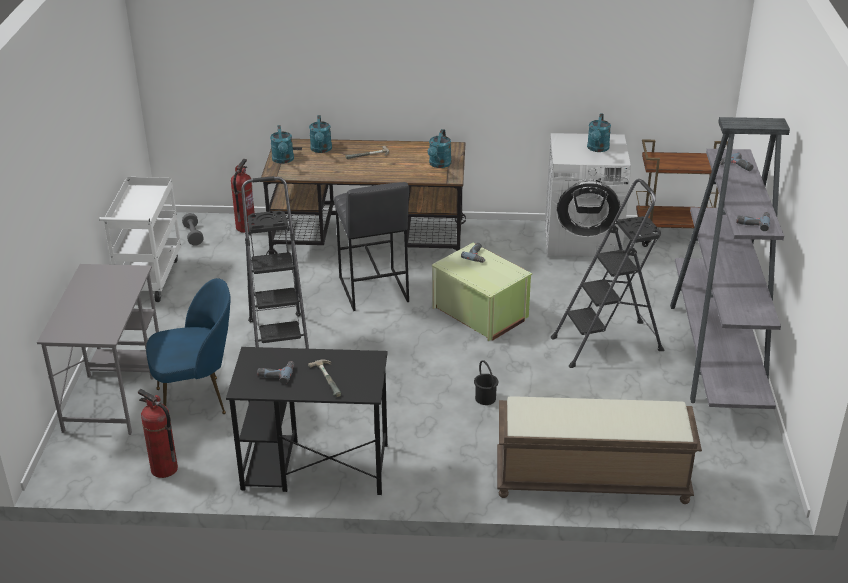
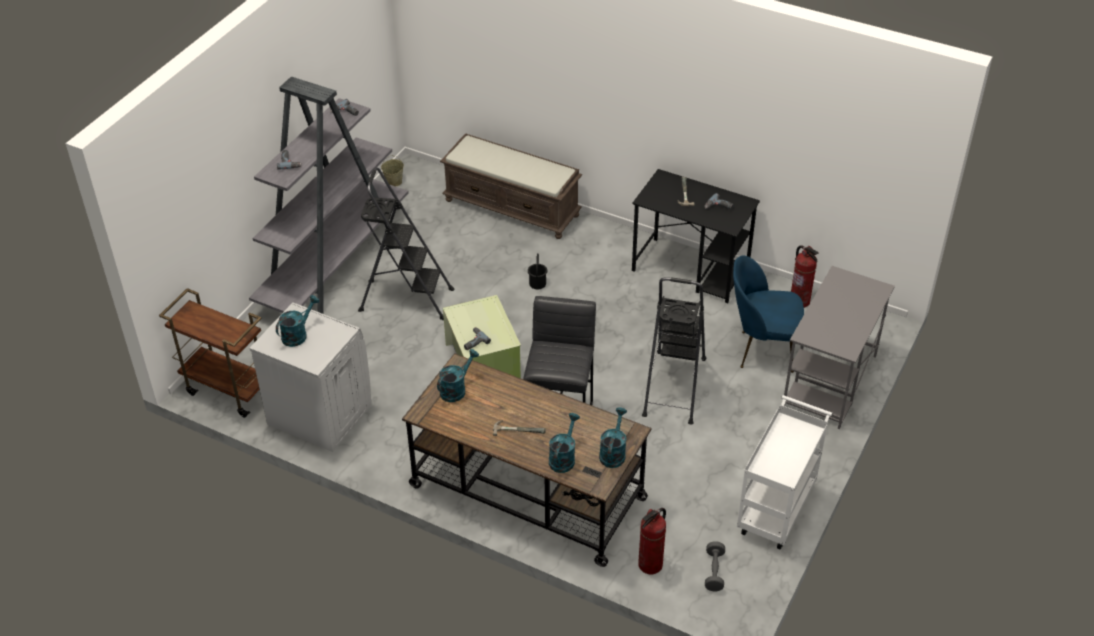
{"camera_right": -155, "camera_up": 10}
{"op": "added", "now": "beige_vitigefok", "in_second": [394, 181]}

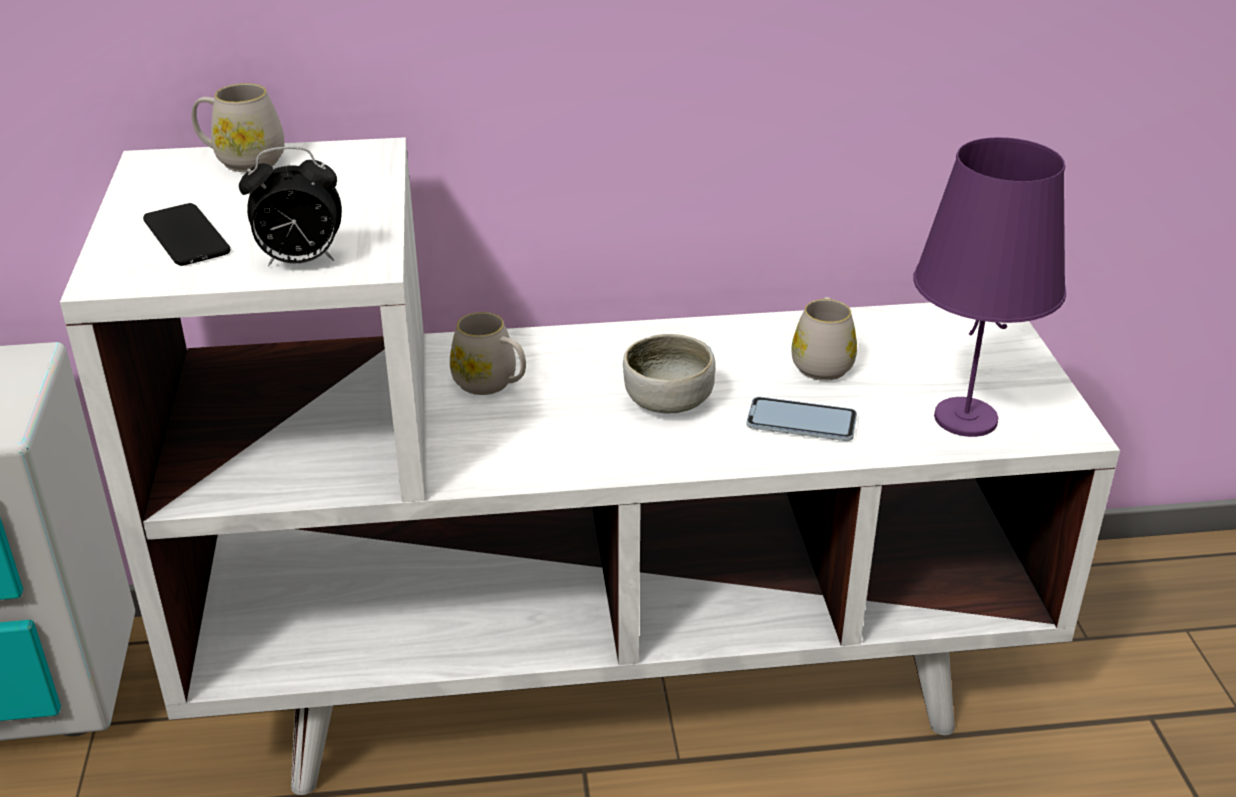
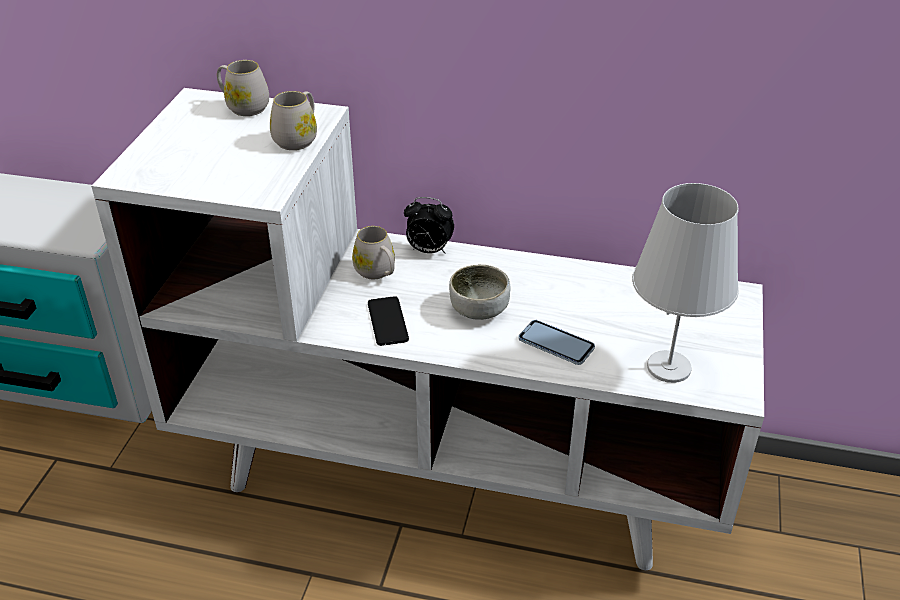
{"camera_right": 20, "camera_up": 5}
{"op": "recoloured", "was": "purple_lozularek", "now": "white_lozularek", "in_first": [966, 418], "in_second": [669, 367]}
{"op": "moved", "was": "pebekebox", "in_first": [299, 262], "in_second": [428, 250]}
{"op": "moved", "was": "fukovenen", "in_first": [186, 236], "in_second": [387, 321]}
{"op": "moved", "was": "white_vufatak", "in_first": [822, 362], "in_second": [298, 138]}

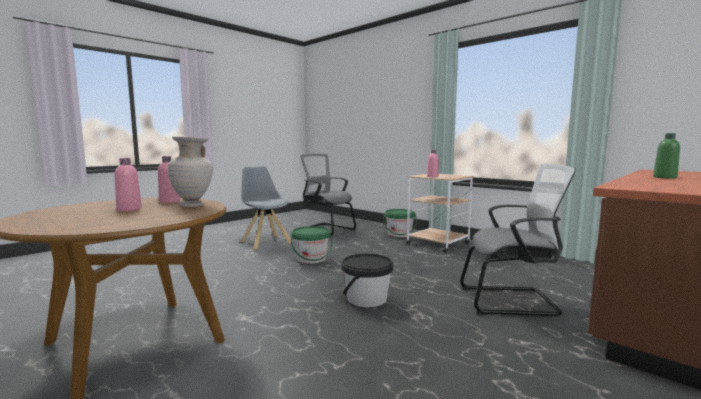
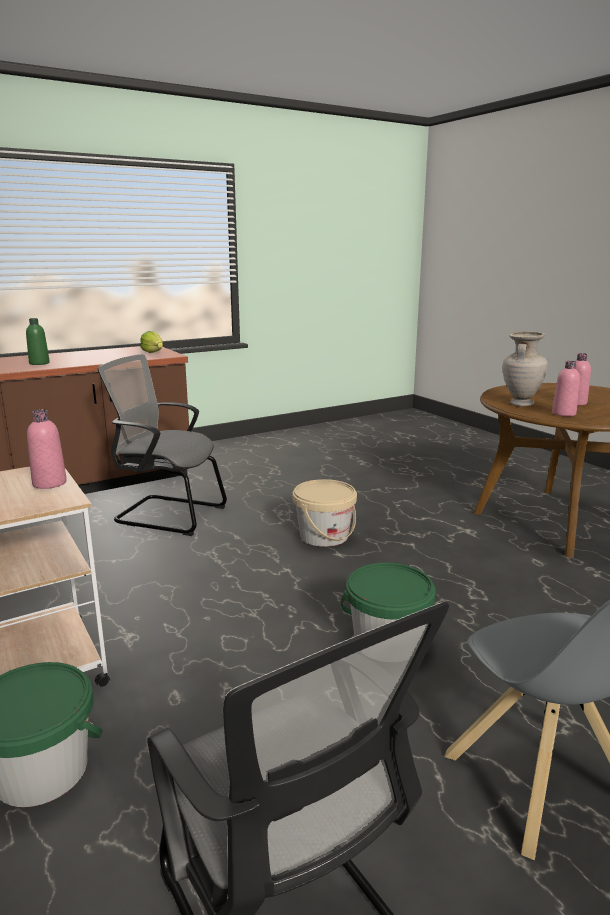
{"camera_right": -165, "camera_up": 10}
{"op": "recoloured", "was": "black_vitigefok", "now": "beige_vitigefok", "in_first": [366, 299], "in_second": [324, 536]}
{"op": "added", "now": "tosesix", "in_second": [153, 353]}

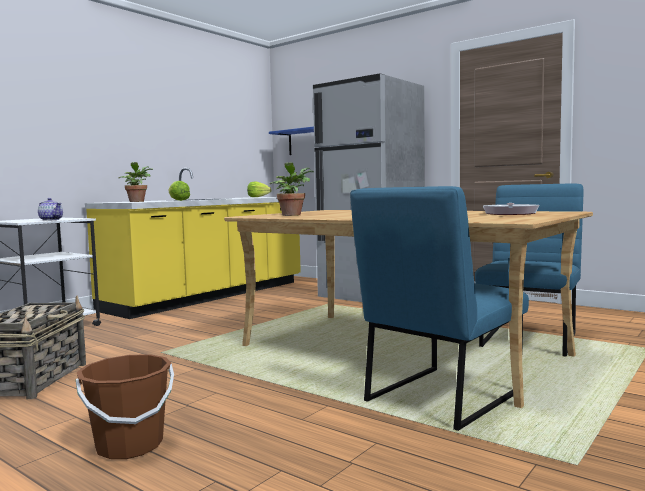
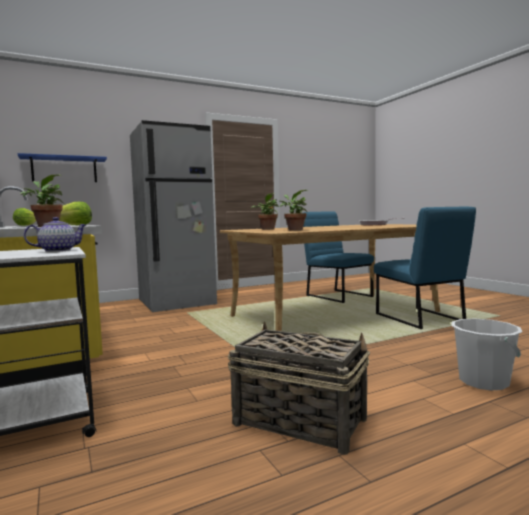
{"camera_right": -65, "camera_up": 0}
{"op": "recoloured", "was": "brown_vitigefok", "now": "white_vitigefok", "in_first": [129, 446], "in_second": [483, 382]}
{"op": "added", "now": "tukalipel", "in_second": [267, 229]}

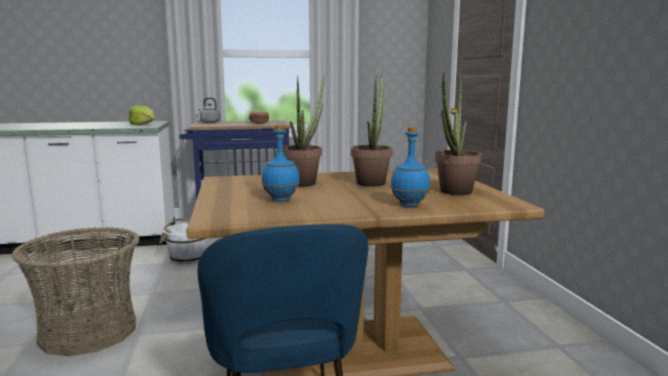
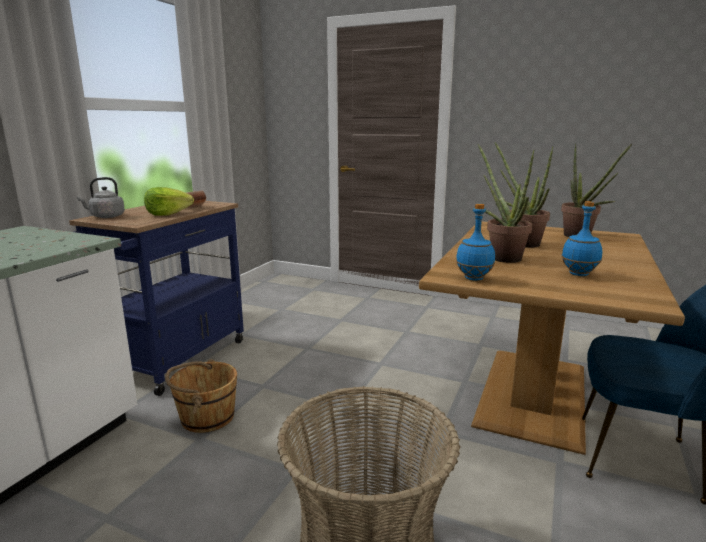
{"camera_right": -55, "camera_up": 5}
{"op": "moved", "was": "tosesix", "in_first": [143, 125], "in_second": [168, 214]}
{"op": "moved", "was": "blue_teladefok", "in_first": [409, 205], "in_second": [473, 278]}
{"op": "recoloured", "was": "white_vitigefok", "now": "brown_vitigefok", "in_first": [188, 257], "in_second": [206, 417]}

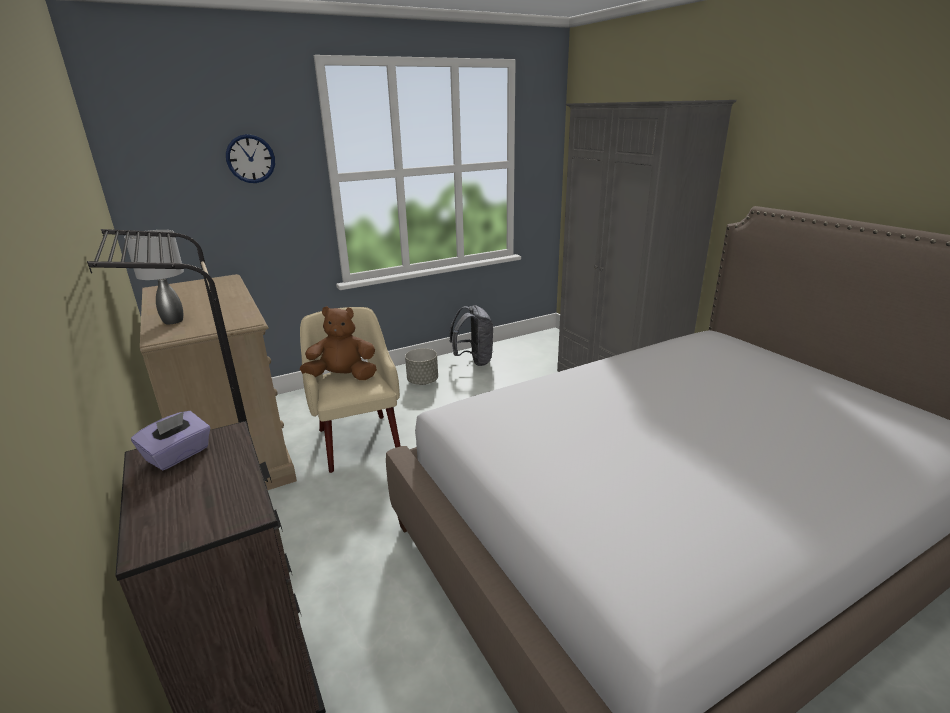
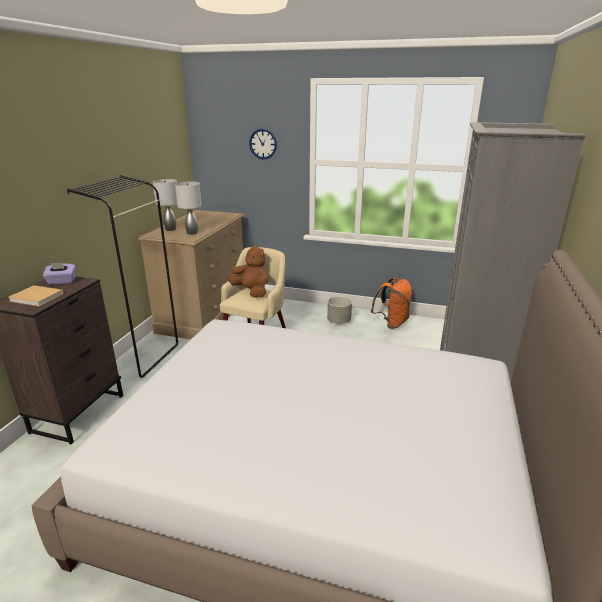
{"camera_right": 45, "camera_up": 0}
{"op": "recoloured", "was": "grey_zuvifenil", "now": "orange_zuvifenil", "in_first": [474, 361], "in_second": [391, 323]}
{"op": "added", "now": "grey_lozularek", "in_second": [192, 233]}
{"op": "added", "now": "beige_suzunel", "in_second": [37, 297]}

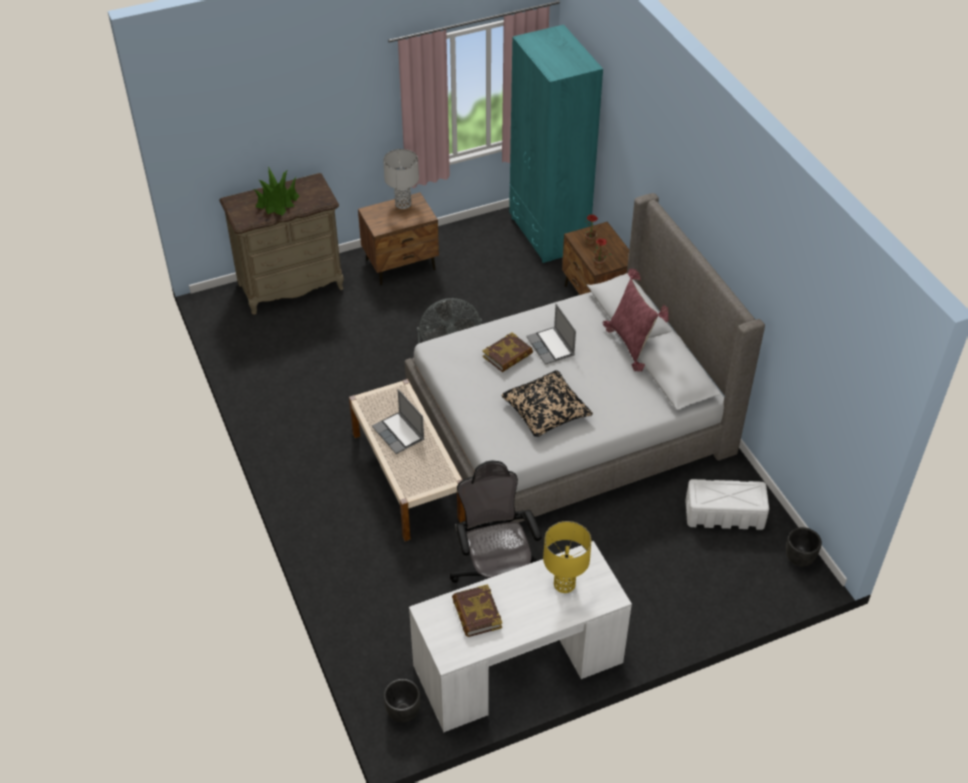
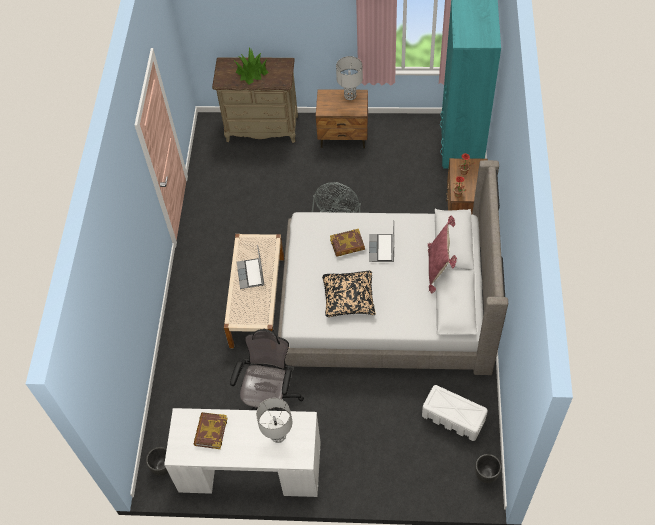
{"camera_right": 30, "camera_up": 10}
{"op": "recoloured", "was": "yellow_lozularek", "now": "white_lozularek", "in_first": [564, 583], "in_second": [278, 435]}

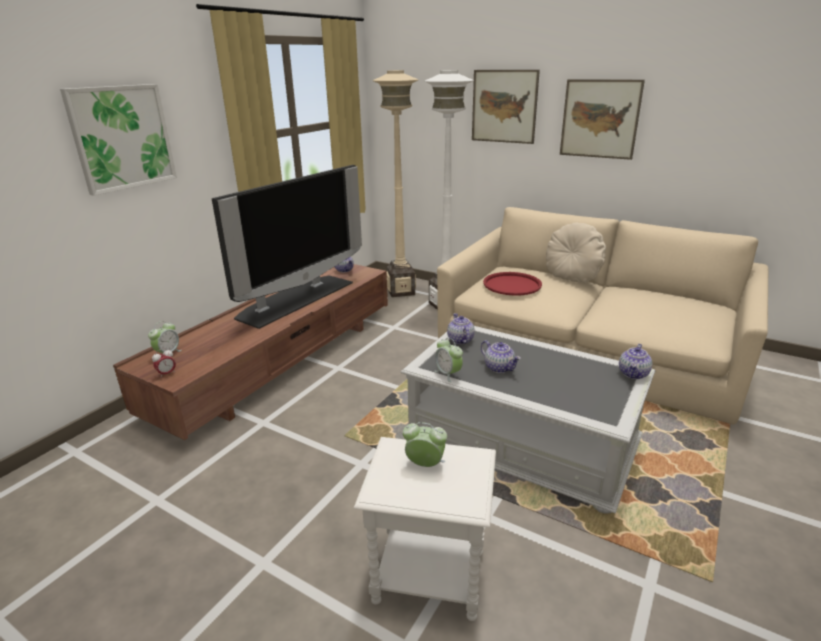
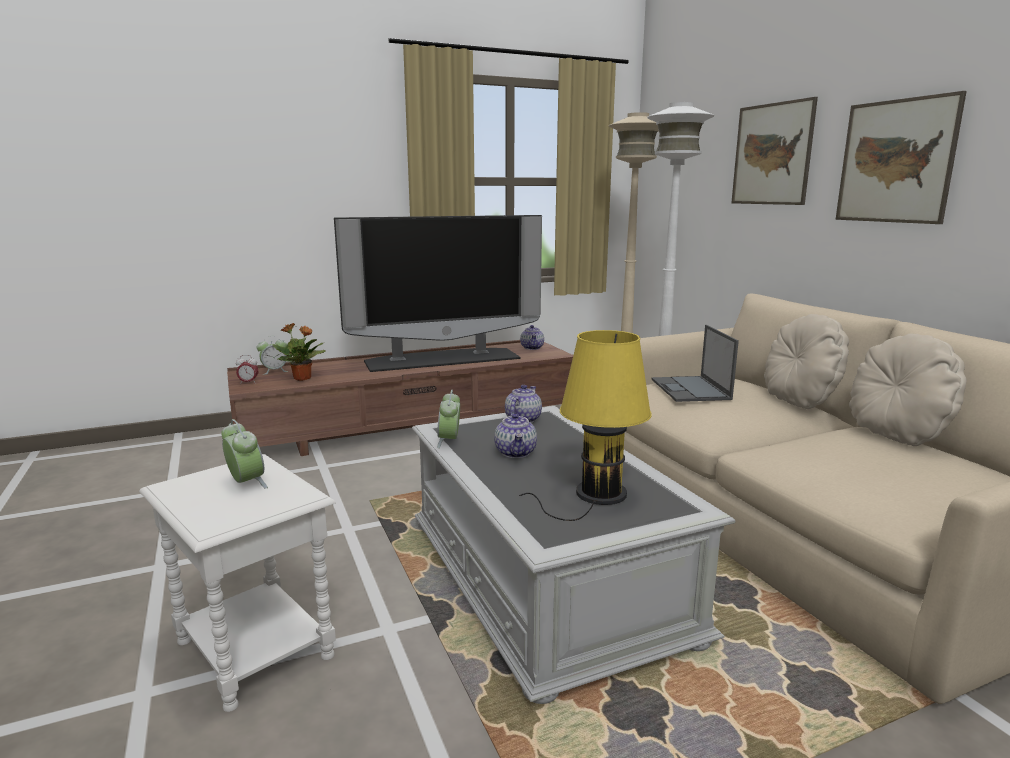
{"camera_right": 35, "camera_up": -10}
{"op": "removed", "was": "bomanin", "in_first": [122, 137]}
{"op": "replaced", "was": "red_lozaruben", "now": "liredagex", "in_first": [512, 284], "in_second": [691, 389]}
{"op": "removed", "was": "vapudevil", "in_first": [633, 374]}
{"op": "added", "now": "tukalipel", "in_second": [302, 378]}
{"op": "added", "now": "yellow_lozularek", "in_second": [596, 495]}
{"op": "added", "now": "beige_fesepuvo", "in_second": [896, 436]}

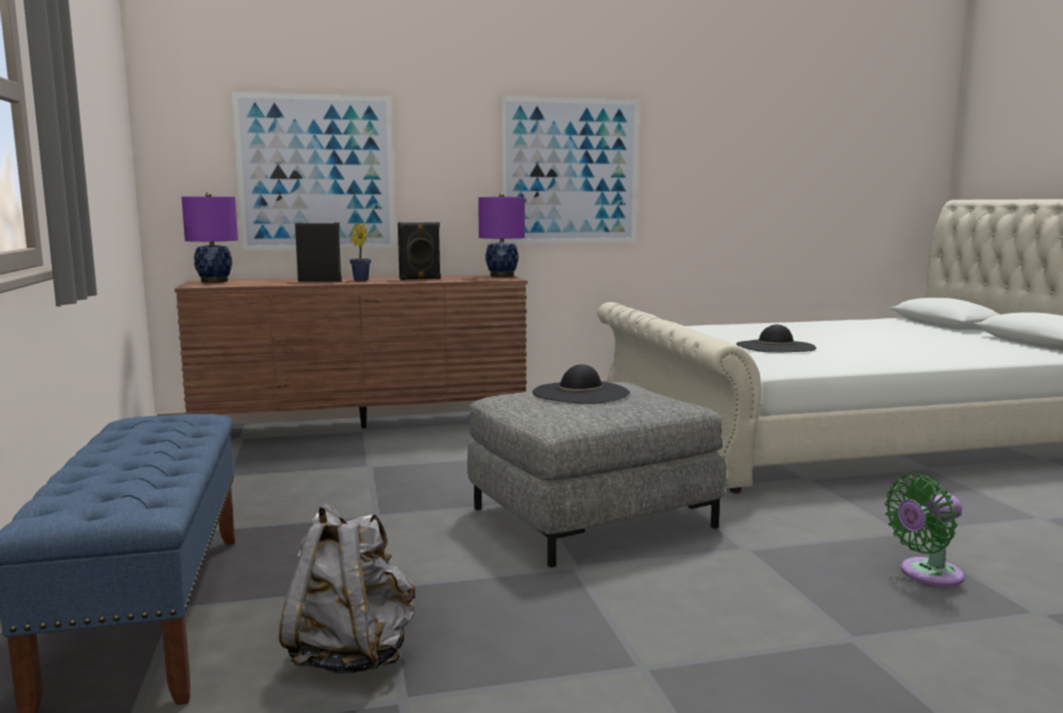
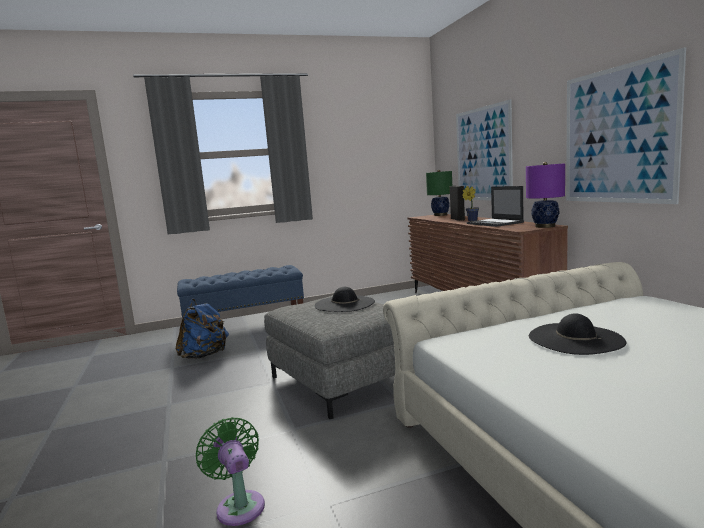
{"camera_right": 85, "camera_up": 0}
{"op": "recoloured", "was": "purple_lozularek", "now": "green_lozularek", "in_first": [214, 281], "in_second": [440, 215]}
{"op": "replaced", "was": "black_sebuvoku", "now": "liredagex", "in_first": [420, 279], "in_second": [495, 223]}
{"op": "recoloured", "was": "grey_zuvifenil", "now": "blue_zuvifenil", "in_first": [352, 655], "in_second": [205, 356]}

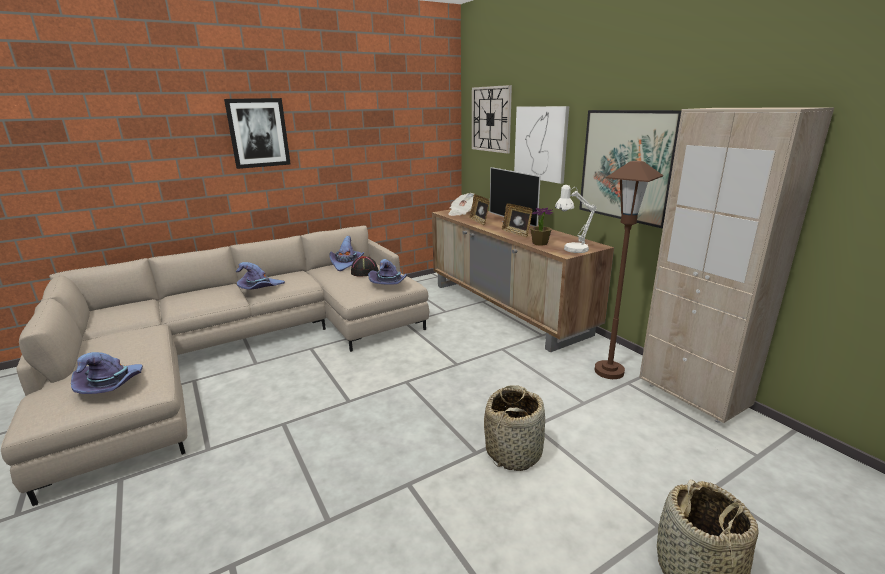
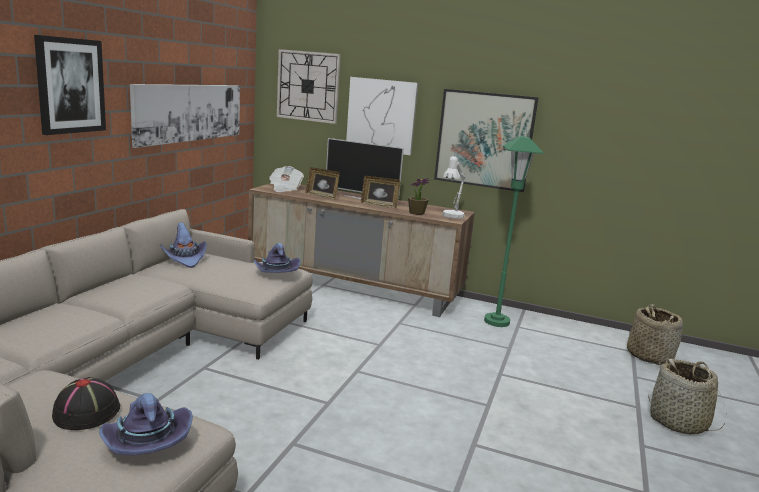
{"camera_right": -40, "camera_up": -5}
{"op": "removed", "was": "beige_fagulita", "in_first": [692, 397]}
{"op": "recoloured", "was": "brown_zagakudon", "now": "green_zagakudon", "in_first": [609, 371], "in_second": [497, 321]}
{"op": "moved", "was": "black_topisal", "in_first": [365, 271], "in_second": [87, 412]}
{"op": "removed", "was": "purple_topisal", "in_first": [260, 288]}
{"op": "moved", "was": "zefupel", "in_first": [514, 451], "in_second": [649, 356]}
{"op": "added", "now": "bomanin", "in_second": [190, 112]}

